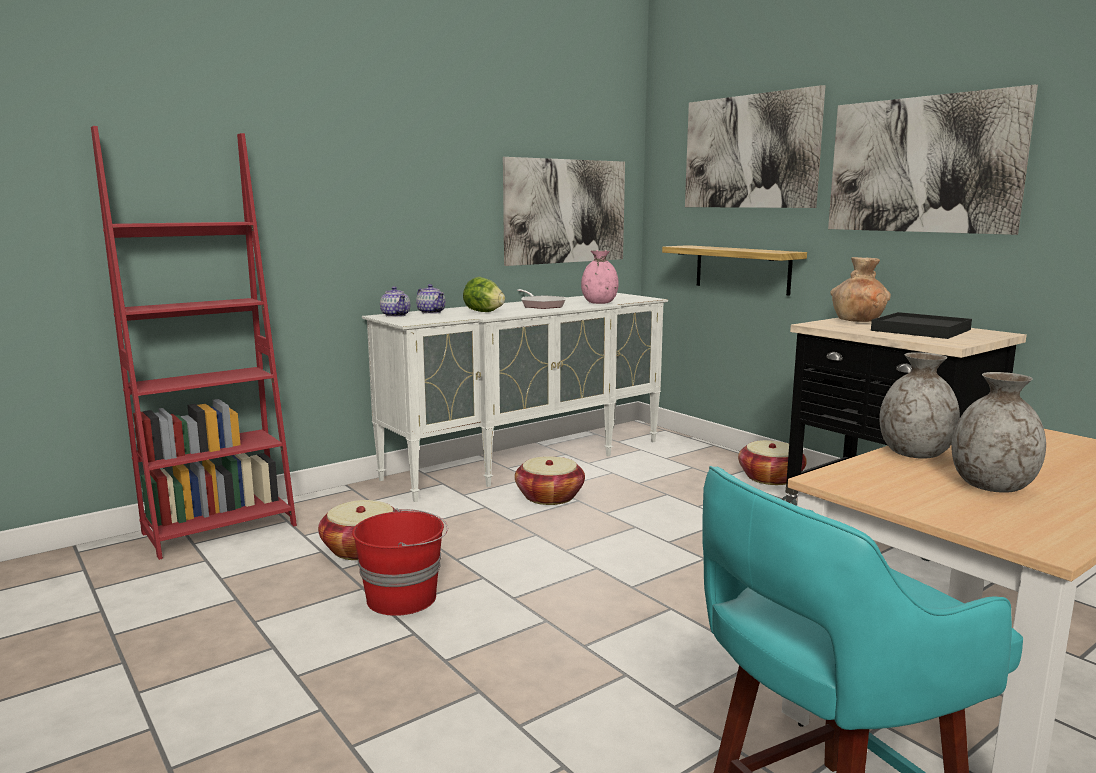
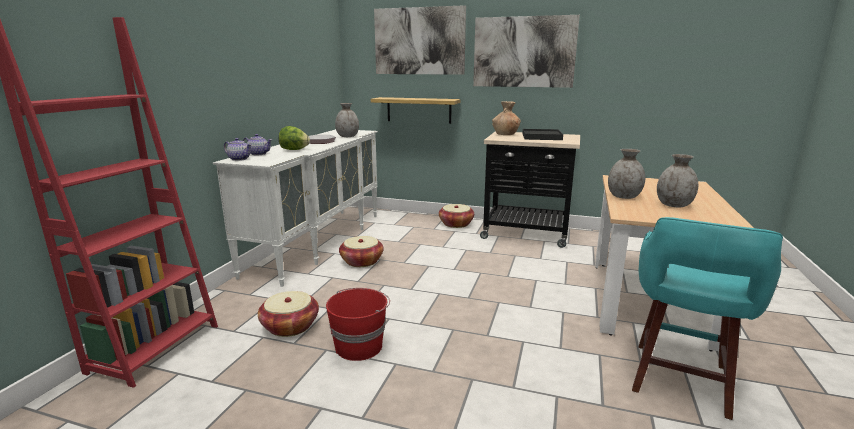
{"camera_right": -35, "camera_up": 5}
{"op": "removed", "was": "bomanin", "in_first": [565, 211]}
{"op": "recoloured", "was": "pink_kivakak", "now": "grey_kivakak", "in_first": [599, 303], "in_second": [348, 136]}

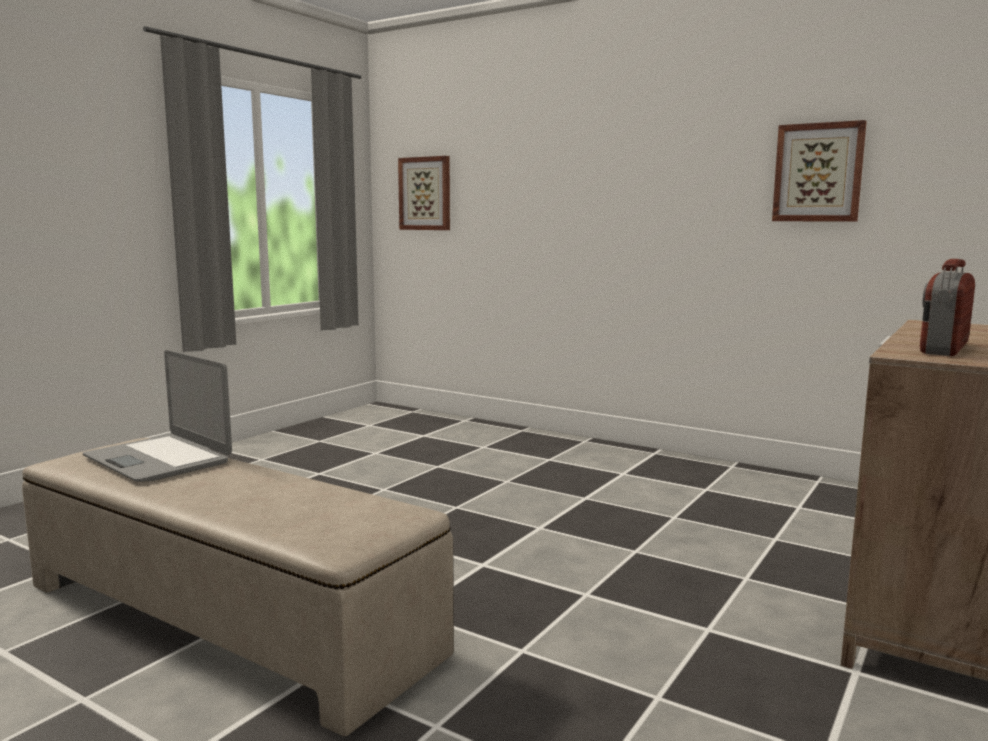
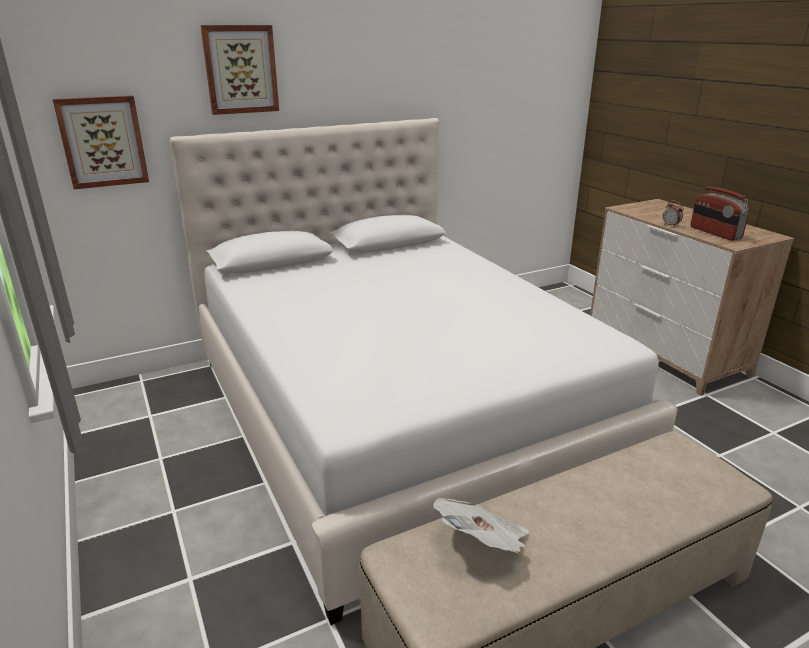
{"camera_right": -60, "camera_up": 15}
{"op": "moved", "was": "bomanin", "in_first": [818, 173], "in_second": [240, 69]}
{"op": "replaced", "was": "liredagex", "now": "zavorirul", "in_first": [159, 460], "in_second": [483, 543]}
{"op": "added", "now": "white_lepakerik", "in_second": [397, 415]}
{"op": "added", "now": "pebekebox", "in_second": [670, 225]}

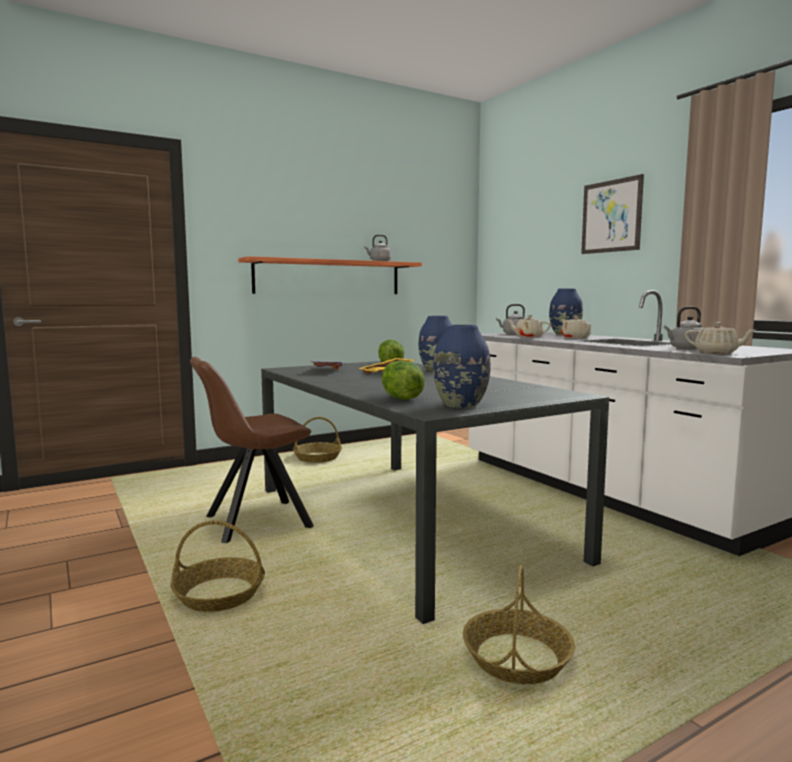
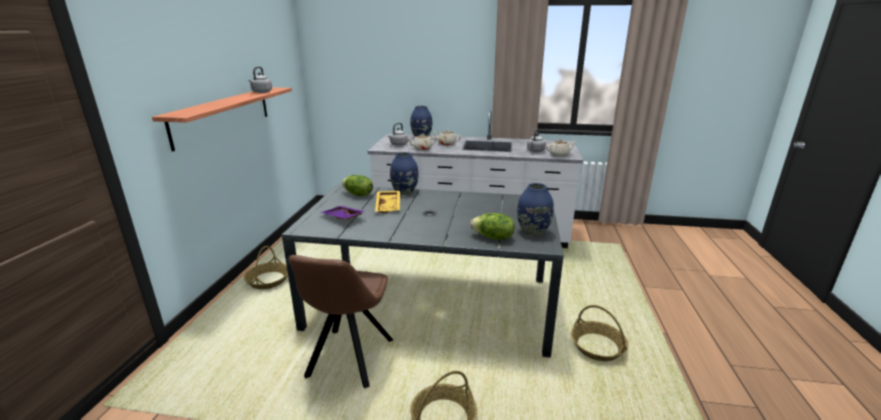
{"camera_right": -50, "camera_up": 15}
{"op": "removed", "was": "bomanin", "in_first": [611, 216]}

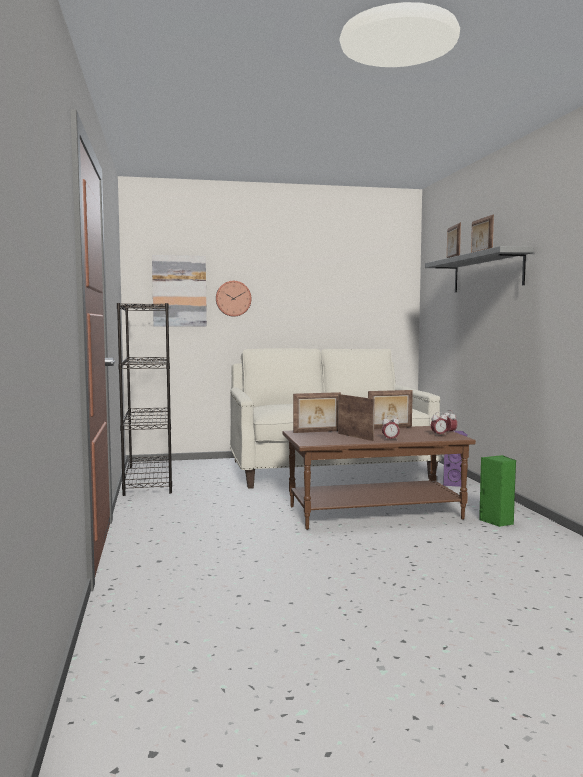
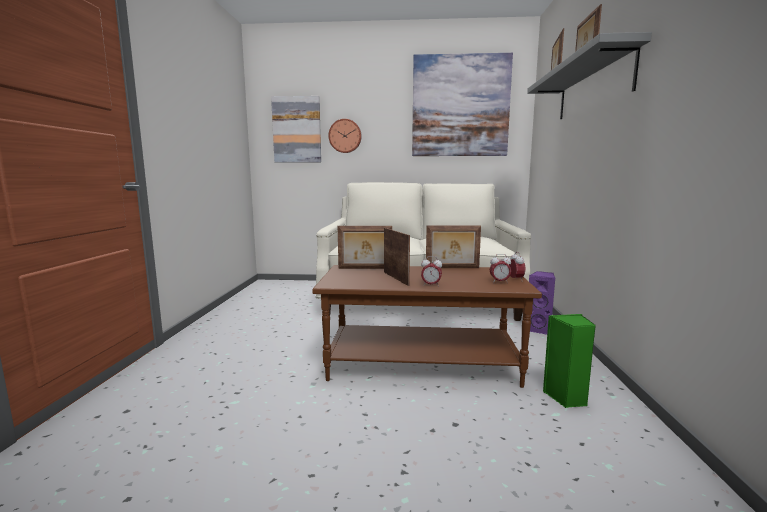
{"camera_right": 15, "camera_up": 5}
{"op": "removed", "was": "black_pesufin", "in_first": [148, 479]}
{"op": "added", "now": "bomanin", "in_second": [460, 106]}

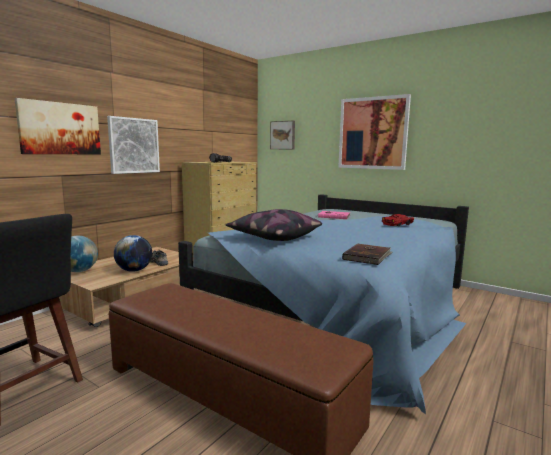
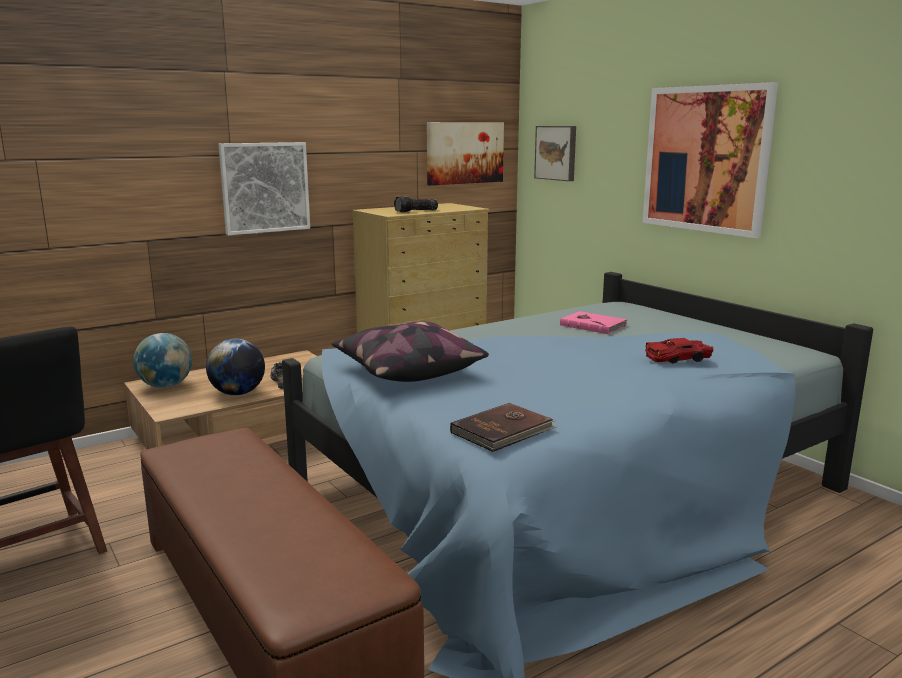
{"camera_right": 20, "camera_up": 5}
{"op": "moved", "was": "bomanin", "in_first": [60, 128], "in_second": [464, 153]}

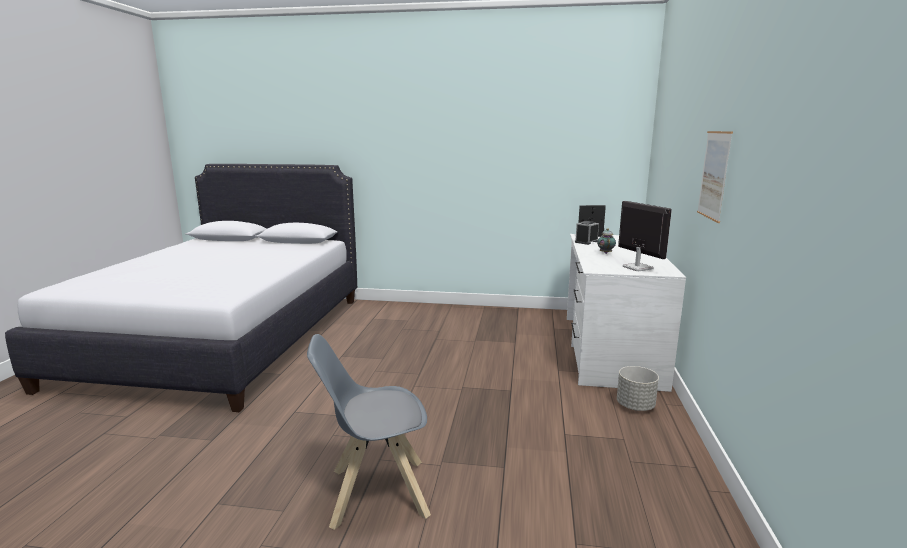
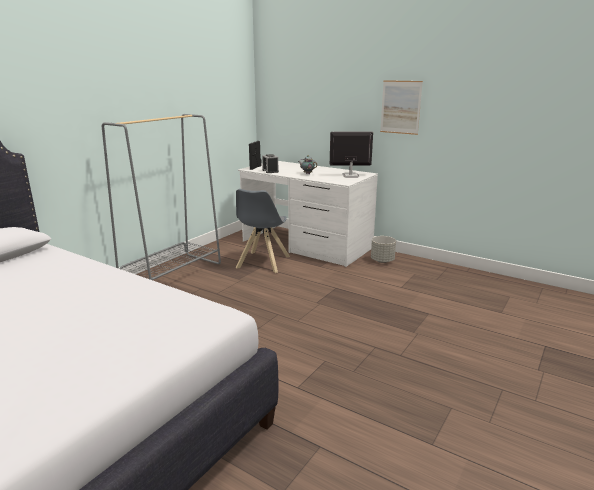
{"camera_right": -65, "camera_up": 5}
{"op": "moved", "was": "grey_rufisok", "in_first": [375, 493], "in_second": [262, 263]}
{"op": "added", "now": "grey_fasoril", "in_second": [171, 274]}

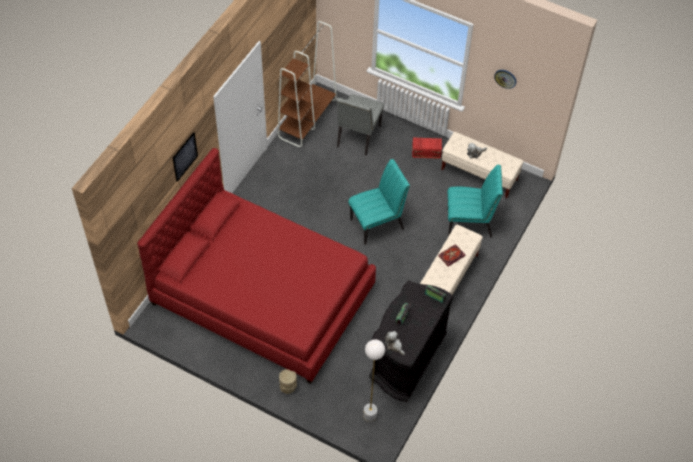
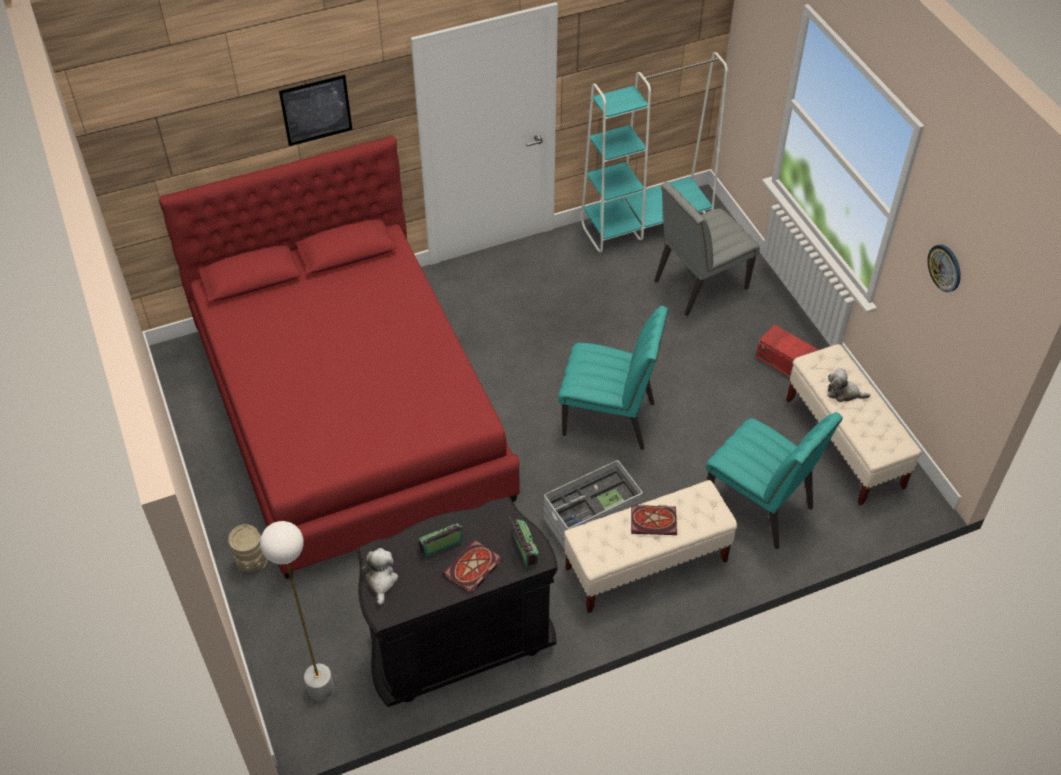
{"camera_right": 40, "camera_up": -5}
{"op": "recoloured", "was": "brown_fasoril", "now": "turquoise_fasoril", "in_first": [307, 119], "in_second": [647, 223]}
{"op": "added", "now": "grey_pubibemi", "in_second": [592, 517]}
{"op": "added", "now": "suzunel", "in_second": [472, 569]}

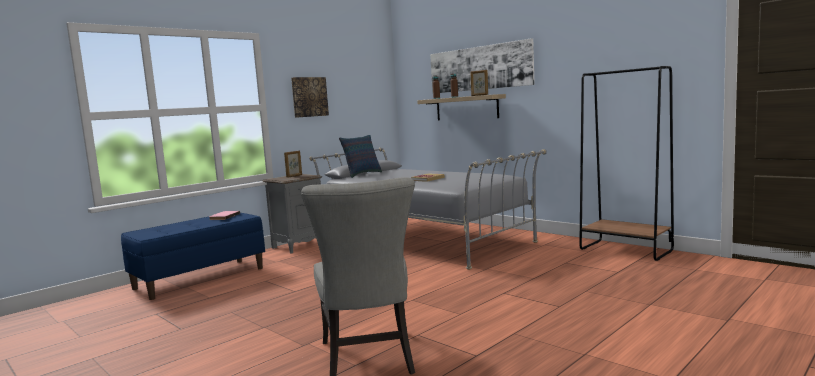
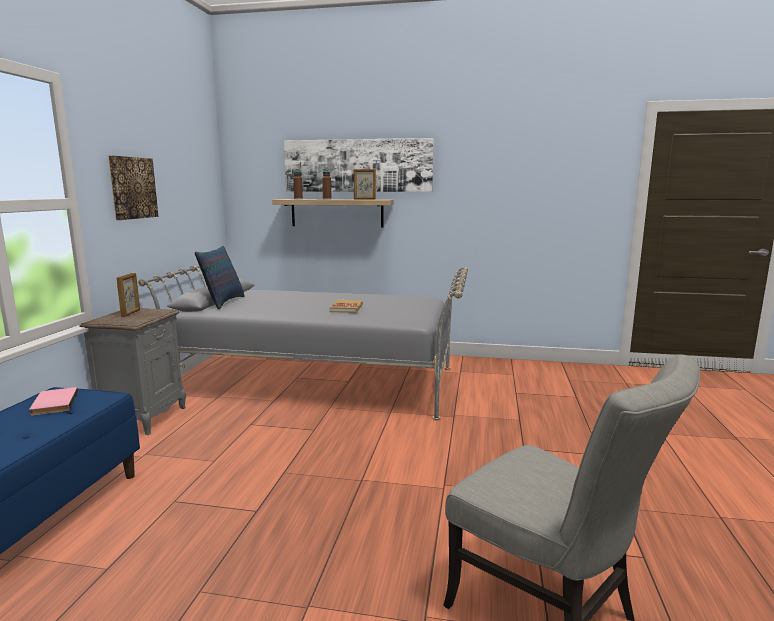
{"camera_right": -35, "camera_up": 5}
{"op": "removed", "was": "fasoril", "in_first": [625, 250]}

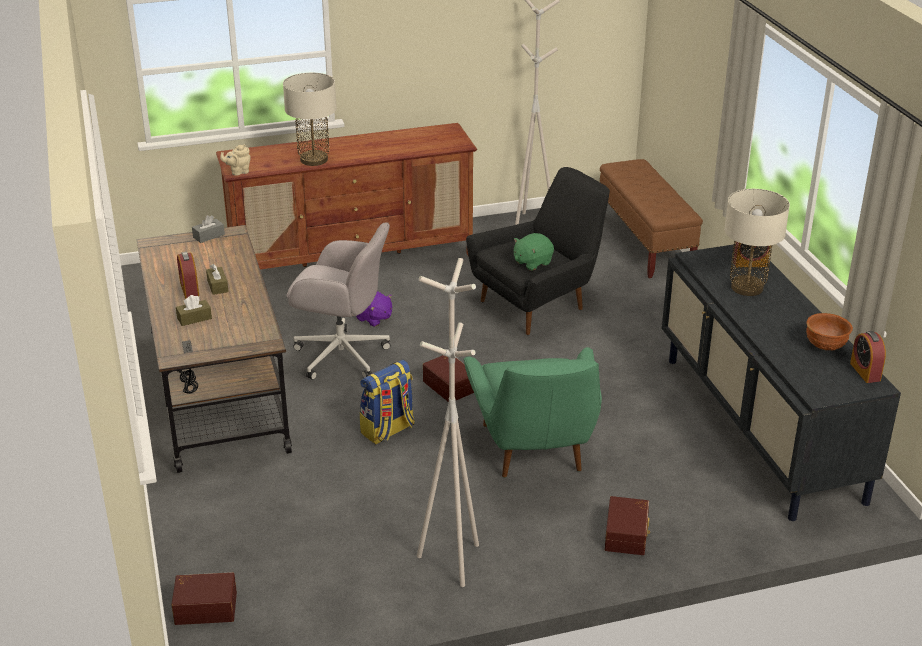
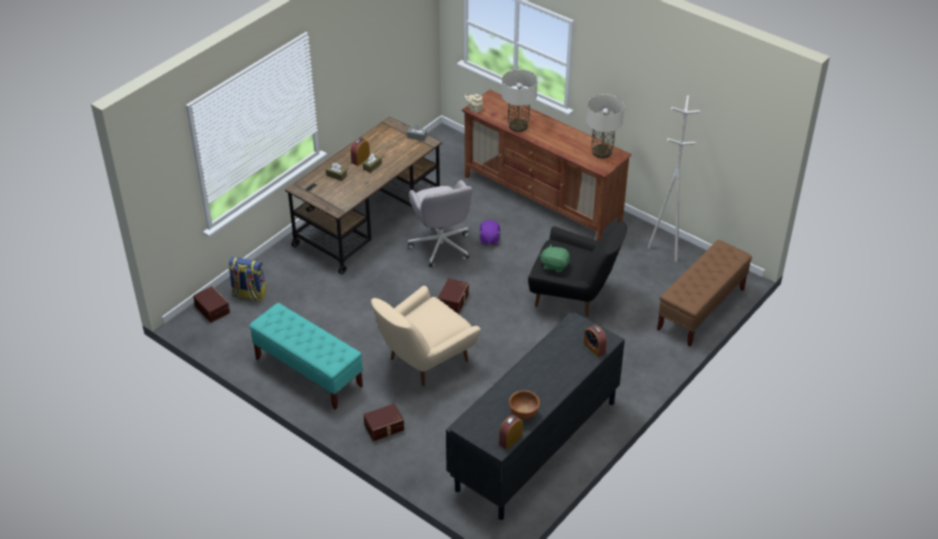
{"camera_right": 55, "camera_up": 10}
{"op": "moved", "was": "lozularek", "in_first": [747, 287], "in_second": [602, 152]}
{"op": "replaced", "was": "grey_fasoril", "now": "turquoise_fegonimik", "in_first": [452, 562], "in_second": [308, 372]}
{"op": "recoloured", "was": "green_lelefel", "now": "beige_lelefel", "in_first": [535, 452], "in_second": [424, 361]}
{"op": "moved", "was": "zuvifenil", "in_first": [388, 430], "in_second": [249, 294]}

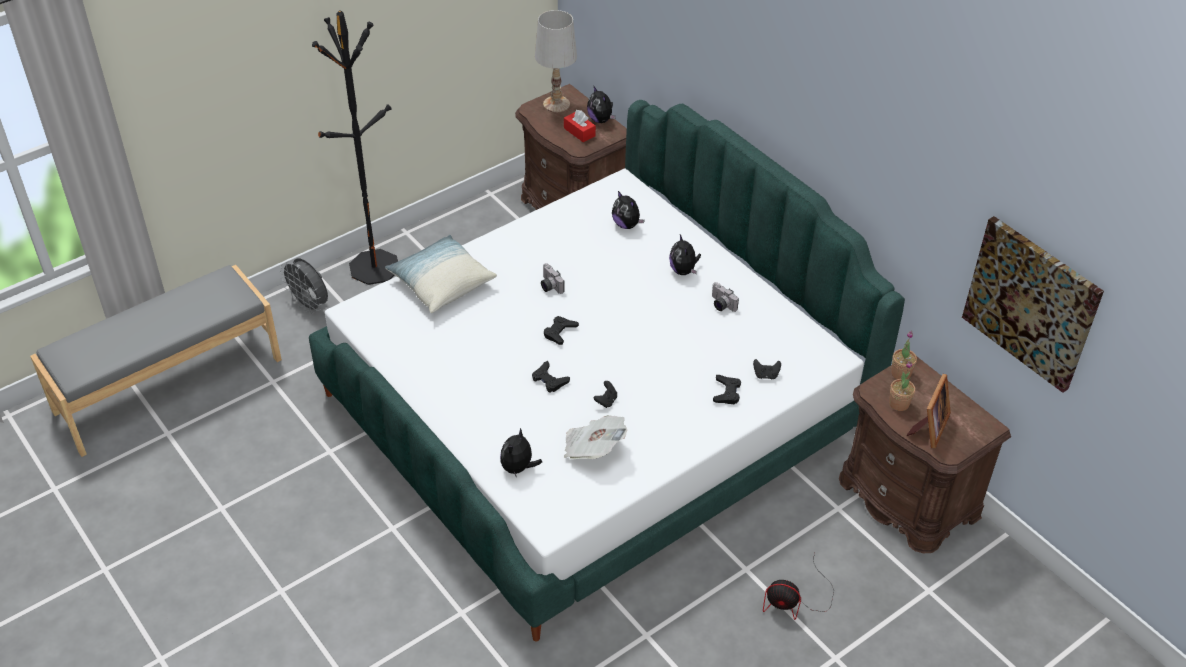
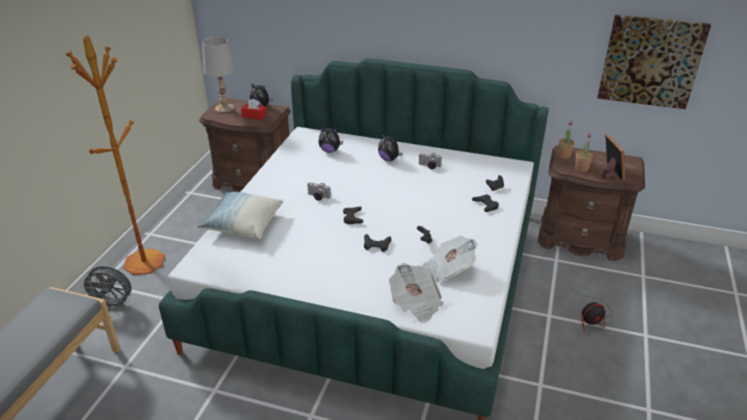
{"camera_right": -35, "camera_up": -10}
{"op": "recoloured", "was": "black_fasoril", "now": "orange_fasoril", "in_first": [374, 267], "in_second": [144, 261]}
{"op": "replaced", "was": "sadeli", "now": "zavorirul", "in_first": [518, 468], "in_second": [415, 303]}

